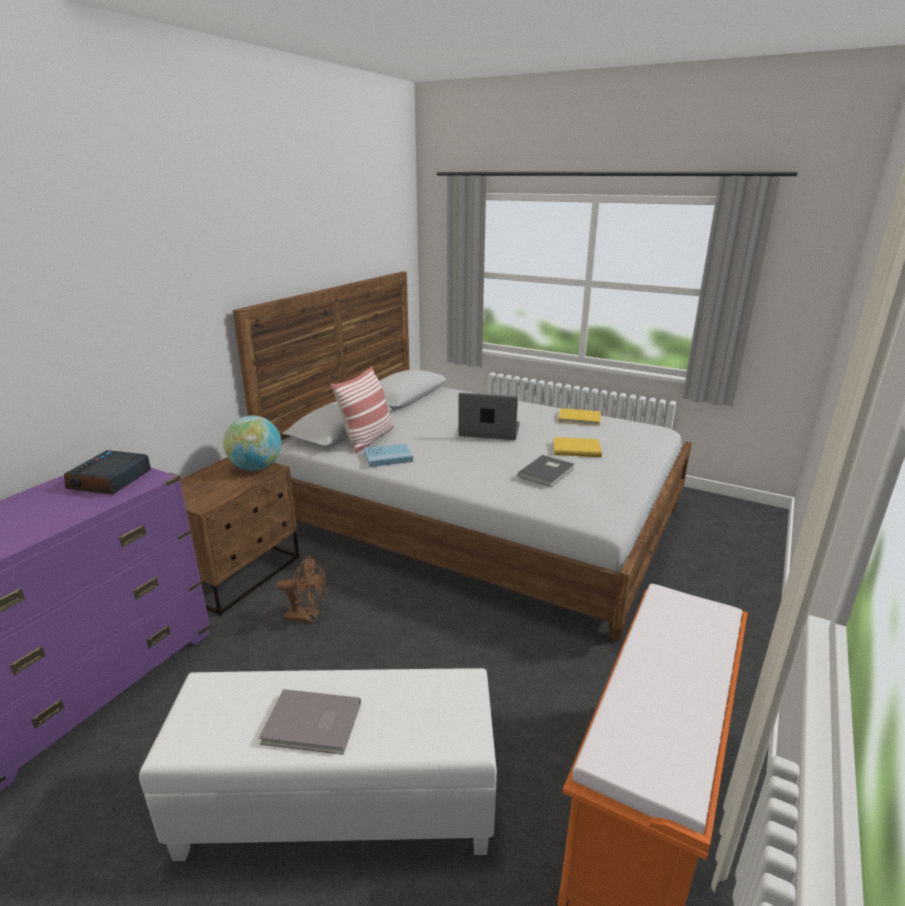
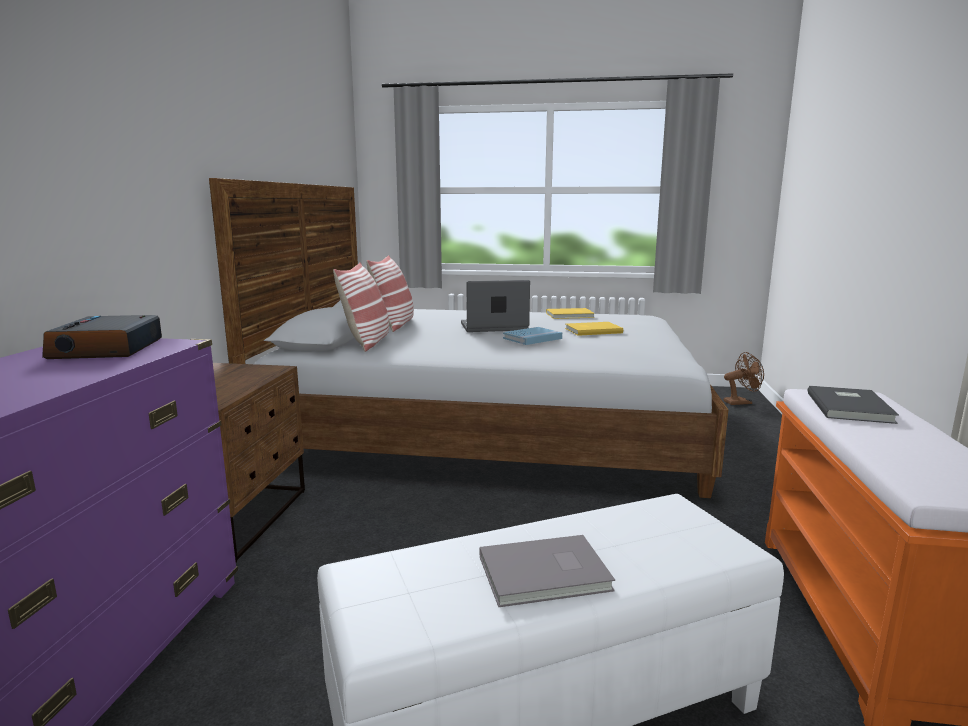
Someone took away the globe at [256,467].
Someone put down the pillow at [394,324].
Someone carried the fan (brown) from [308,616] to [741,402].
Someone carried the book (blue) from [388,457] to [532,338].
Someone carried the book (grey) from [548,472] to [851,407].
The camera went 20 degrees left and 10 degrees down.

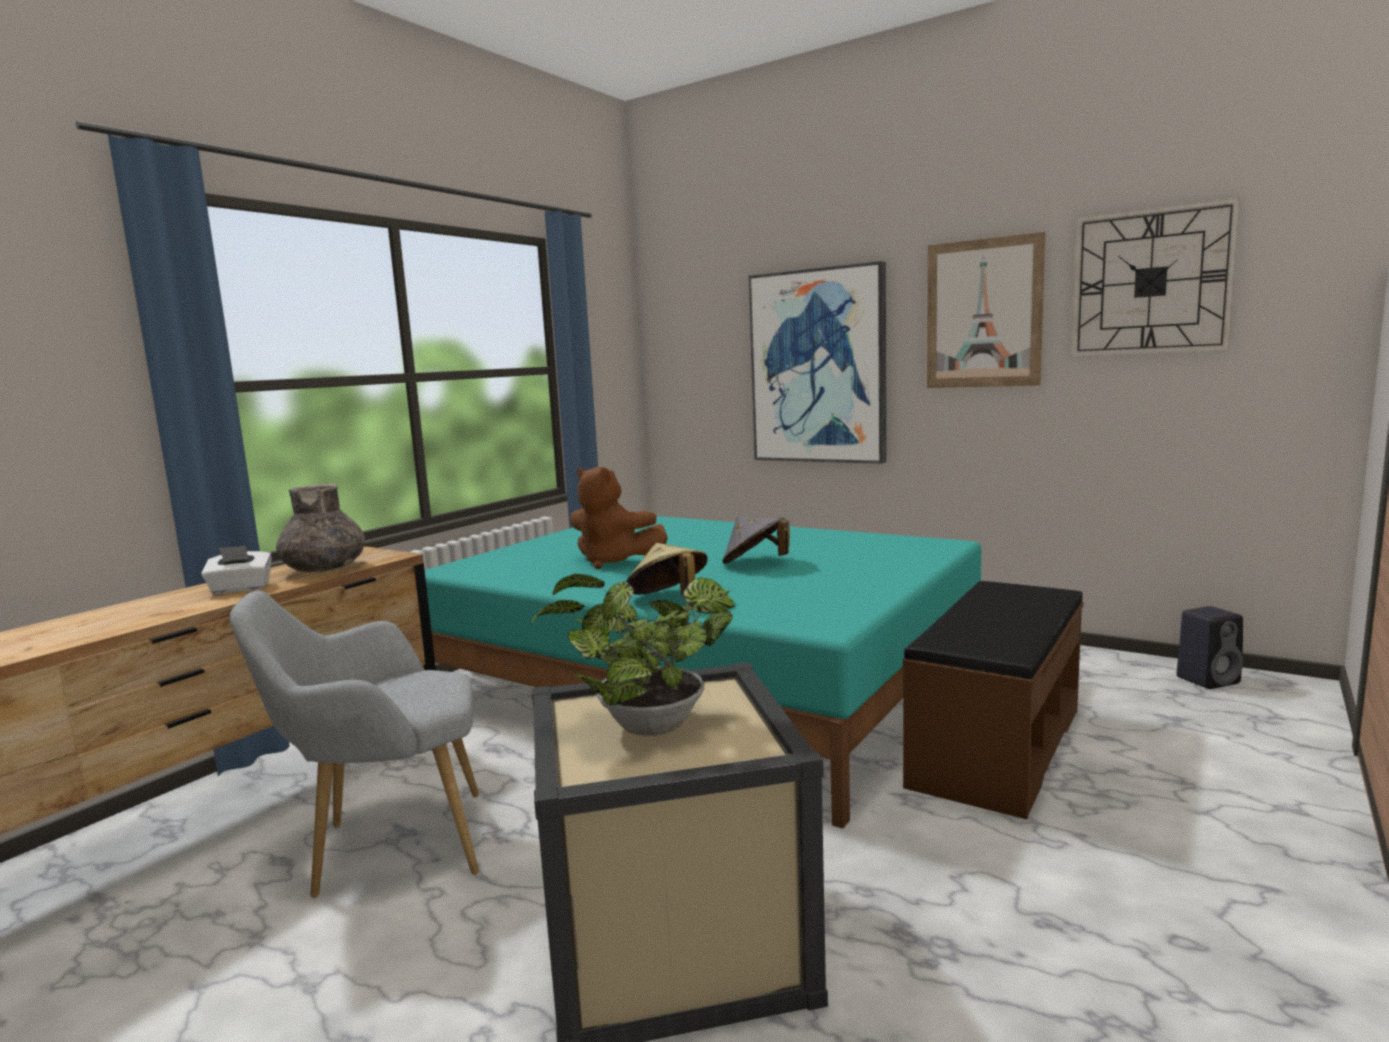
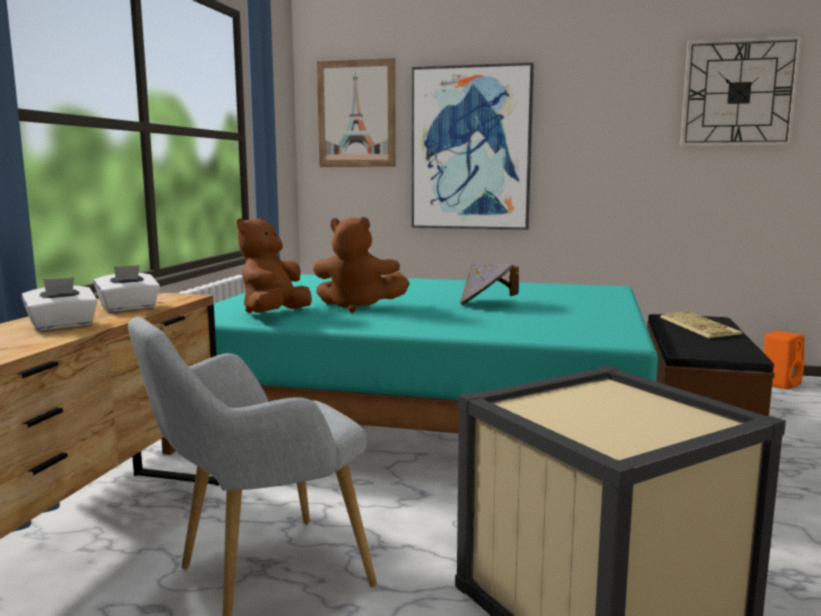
Someone took away the potted plant at [644,727].
Someone took away the hat (beige) at [668,599].
Someone put down the plush toy (brown) at [274,314].
Someone put down the keyboard at [700,326].
Someone carried the picture from [983,314] to [356,114].
Someone swapped the vase (grey) at [325,568] for the tissue box (white) at [129,308].
Someone repainted the speaker (black) at [1208,679], which became the speaker (orange) at [780,383].
The camera went 20 degrees left and 0 degrees up.

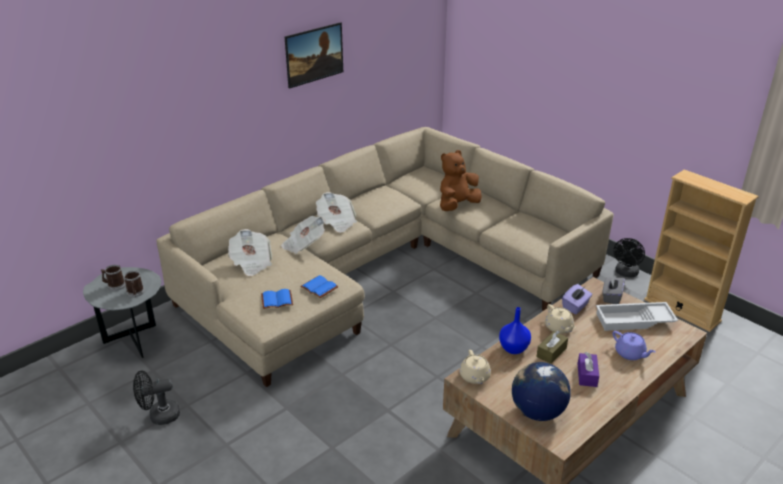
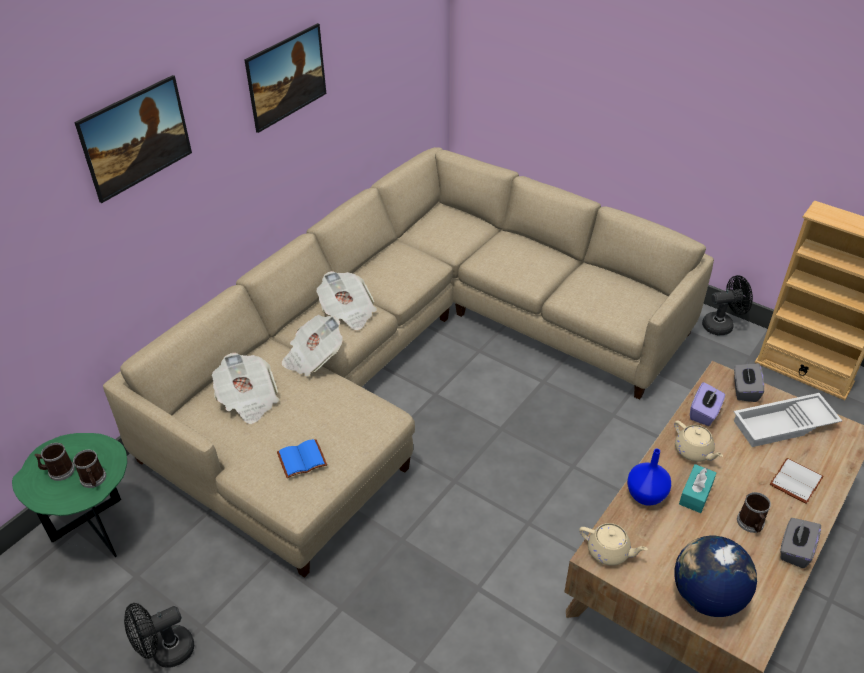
Someone took away the book (blue) at [318,288].
Someone took away the plush toy (brown) at [457,205].
Someone put up the picture at [141,157].
Someone put down the tissue box (grey) at [795,550].
Someone swapped the tissue box (purple) at [587,375] for the mug at [751,524].
Someone swapped the teapot (purple) at [630,354] for the book (white) at [795,480].
Someone repainted the side table (grey) at [135,343], which became the side table (green) at [99,533].
Someone repainted the tissue box (brown) at [551,352], which became the tissue box (turquoise) at [695,494].
Someone rotated the teapot (beige) at [475,377] by 45 degrees counterclockwise.
Someone rotated the fan (black) at [626,273] by 120 degrees counterclockwise.
The camera went 10 degrees left and 10 degrees up.

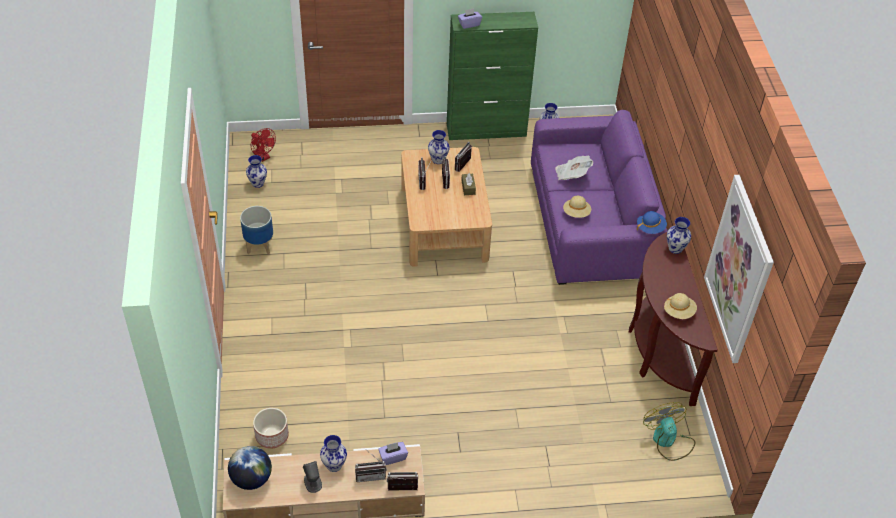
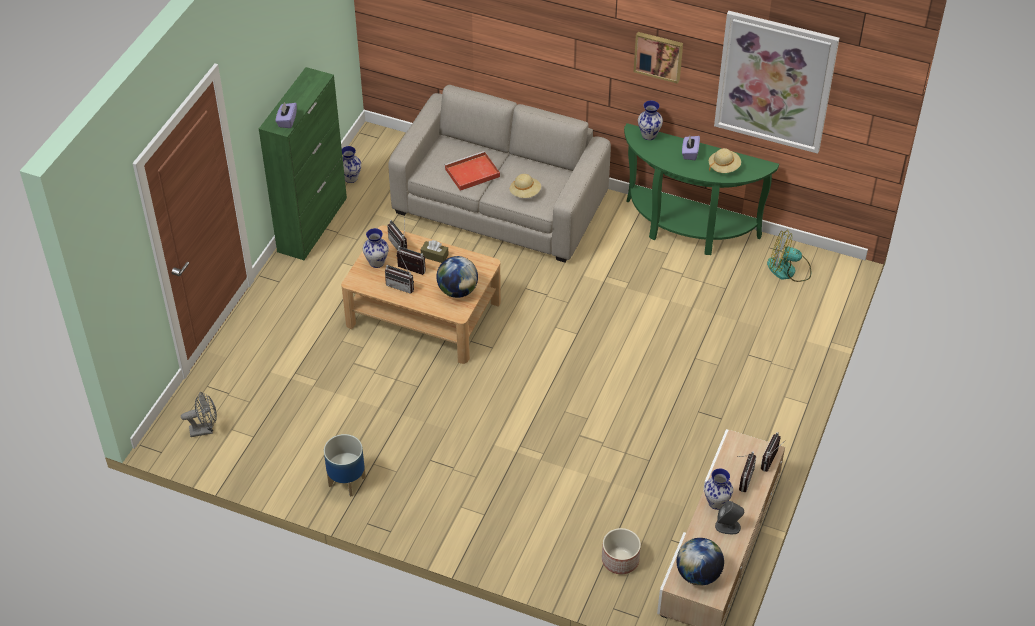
Someone took away the vase at [258,183].
Someone took away the hat (blue) at [650,228].
Someone put down the globe at [457,291].
Someone put up the picture at [658,56].
Someone carried the tissue box (purple) from [393,457] to [690,153].
Someone swapped the newspaper at [572,174] for the tray (red) at [471,173].
Someone repainted the fan (red) at [263,157], which became the fan (grey) at [205,429].
Someone repainted the sofa (purple) at [591,221], which became the sofa (beige) at [500,203].
Someone repainted the console table (brown) at [658,350], which became the console table (green) at [687,230].
The camera went 60 degrees left and 0 degrees up.

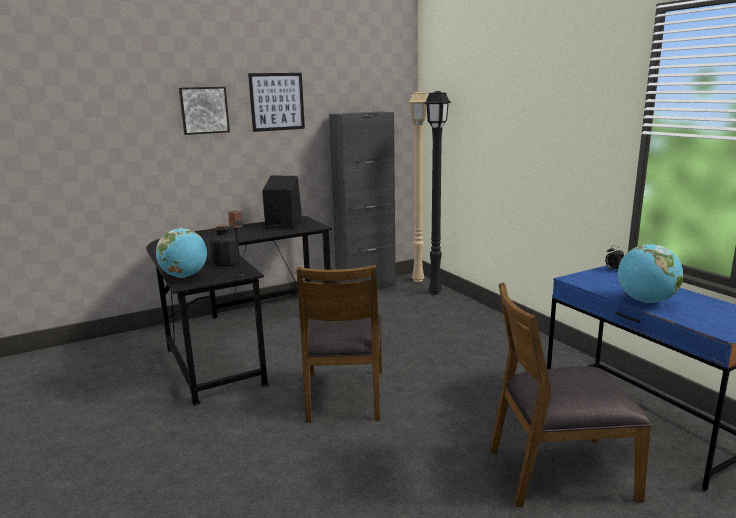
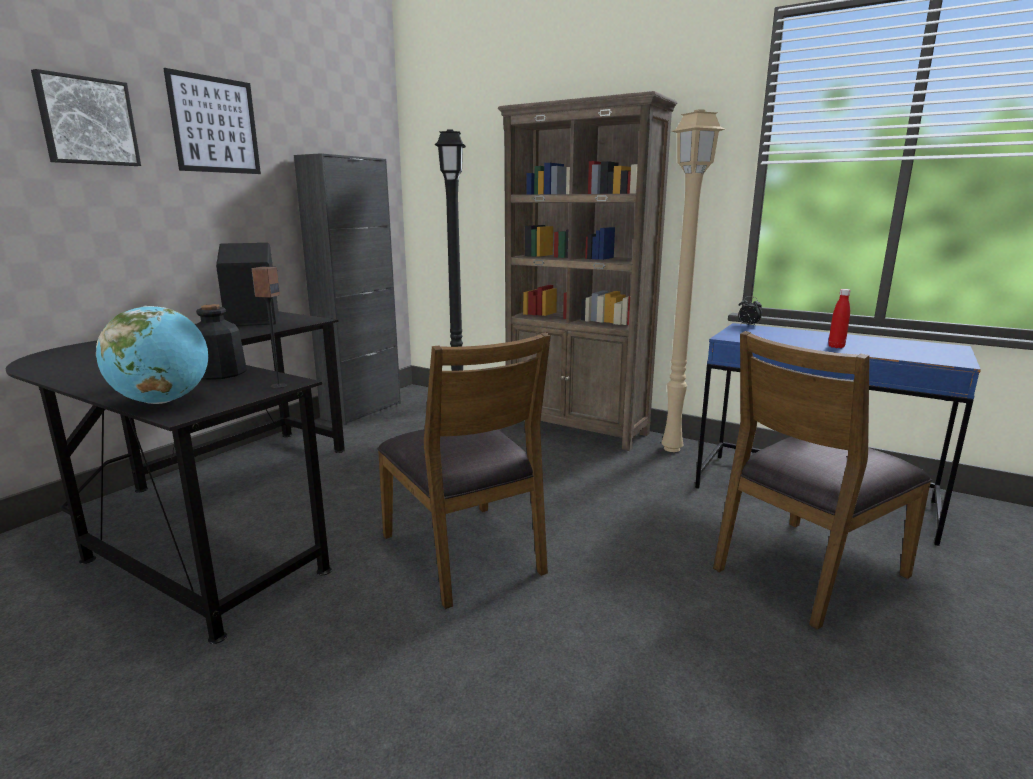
Someone put down the bookcase (brown) at [576,428].
Someone carried the floor lamp (beige) from [418,280] to [673,449].
Someone swapped the globe at [646,301] for the bottle (red) at [836,347].
The camera went 30 degrees left and 0 degrees up.

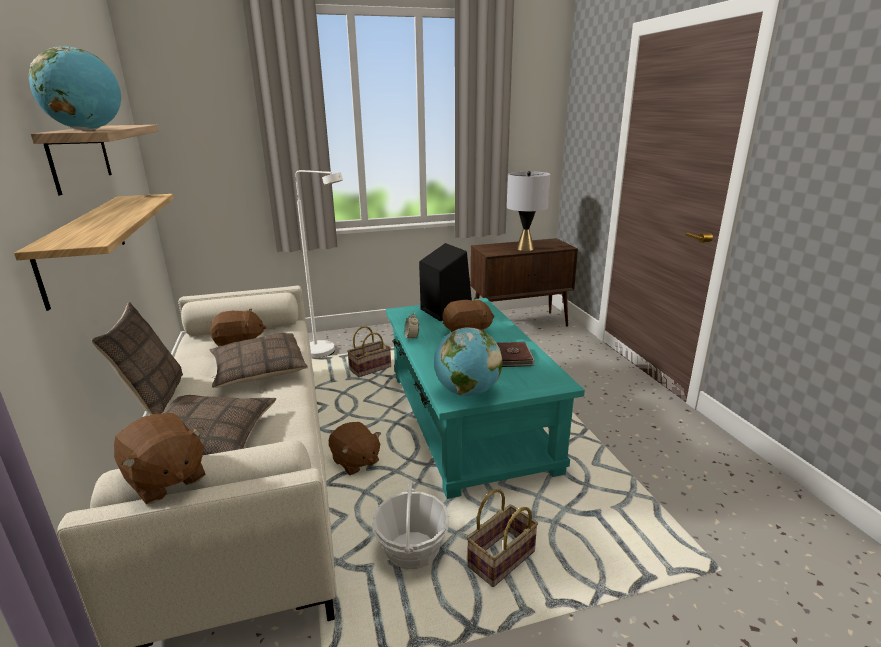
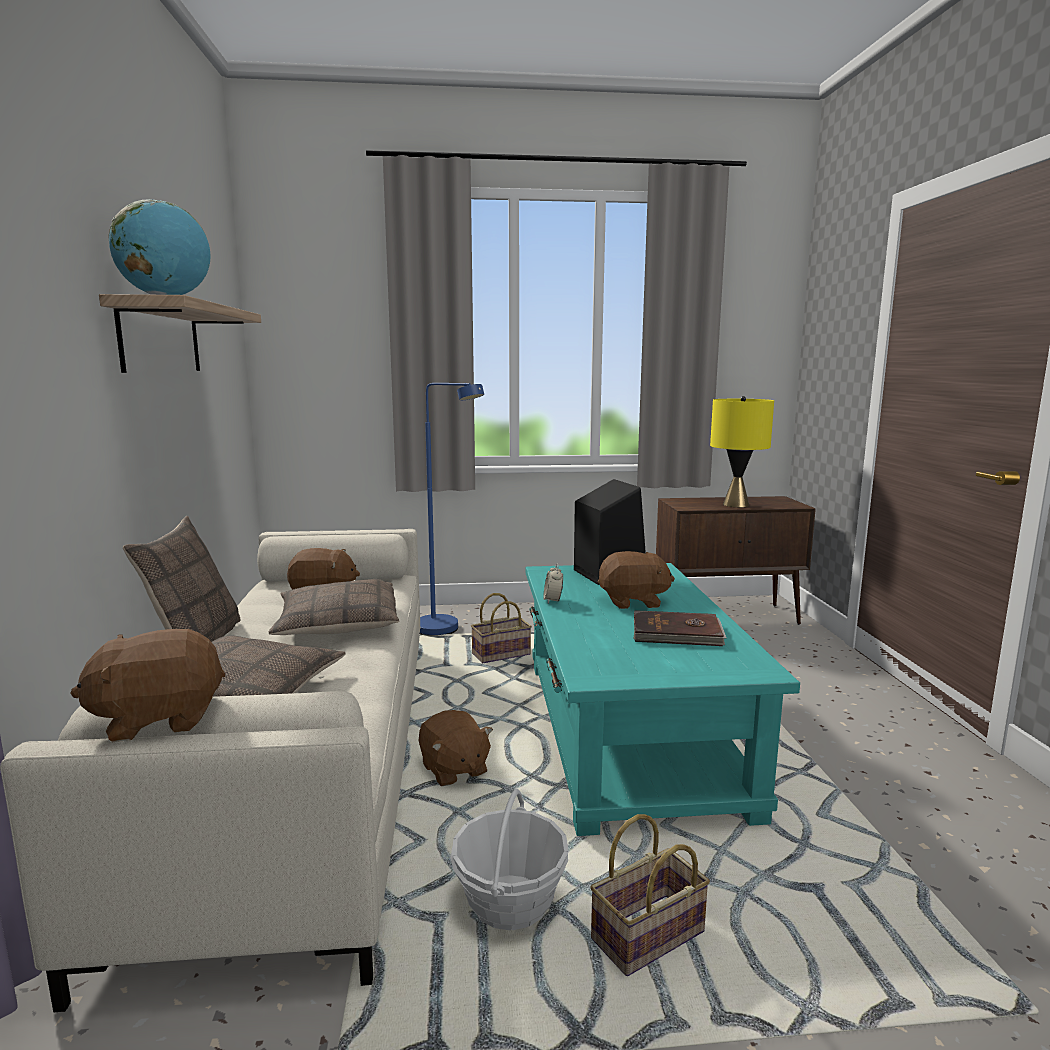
Someone took away the shelf at [85,244].
Someone took away the globe at [467,392].
Someone repainted the floor lamp (white) at [326,353], which became the floor lamp (blue) at [446,631].
Someone repainted the table lamp (grey) at [524,248], which became the table lamp (yellow) at [735,504].
Someone rotated the plush toy (brown) at [165,479] by 105 degrees clockwise.
The camera went 10 degrees right and 10 degrees down.

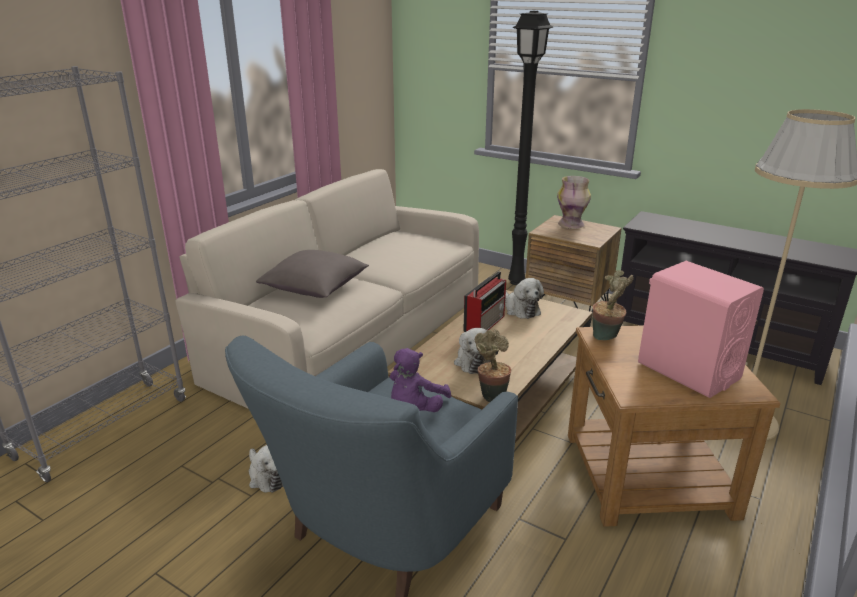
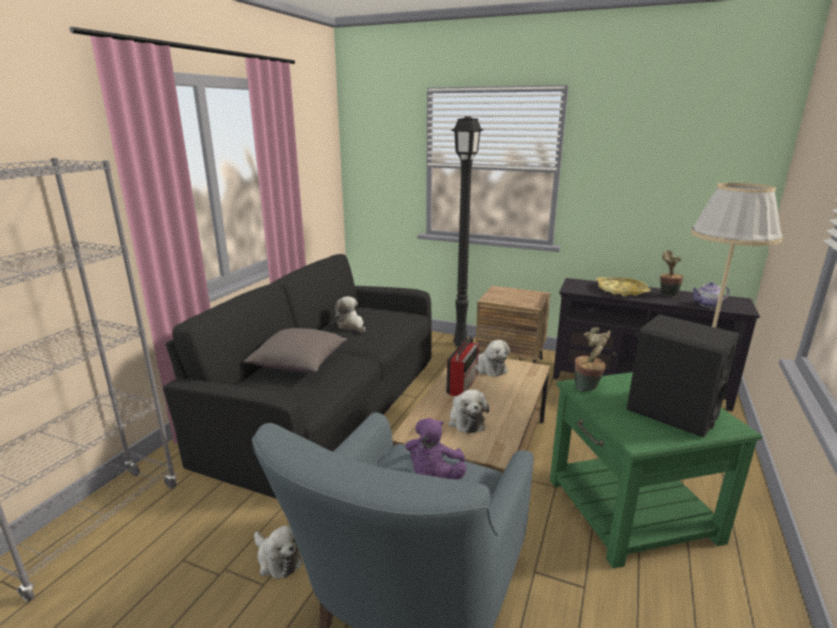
Someone took away the vase at [571,225].
Someone put down the plush toy at [351,326].
Someone put down the tray (yellow) at [621,290].
Someone put down the teapot at [707,304].
Someone carried the potted plant from [491,395] to [667,295].
Someone repainted the sofa (beige) at [350,333], which became the sofa (black) at [327,402].
Someone repainted the side table (brown) at [647,474], which became the side table (green) at [630,509].
Someone repainted the speaker (pink) at [687,370], which became the speaker (black) at [671,413].
The camera went 10 degrees left and 5 degrees down.

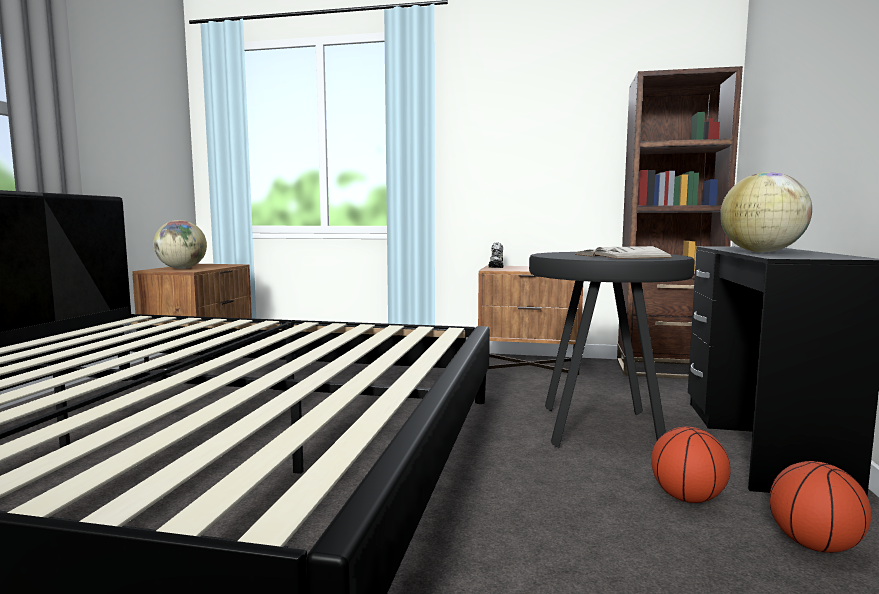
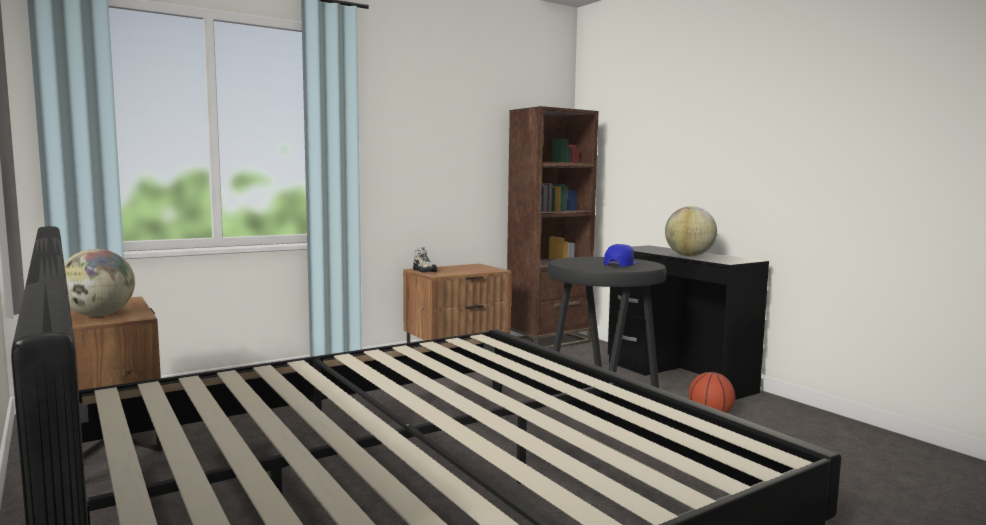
Someone took away the basketball at [815,545].
Someone swapped the book (white) at [621,256] for the cap (blue) at [620,264].
The camera went 45 degrees left and 0 degrees up.

